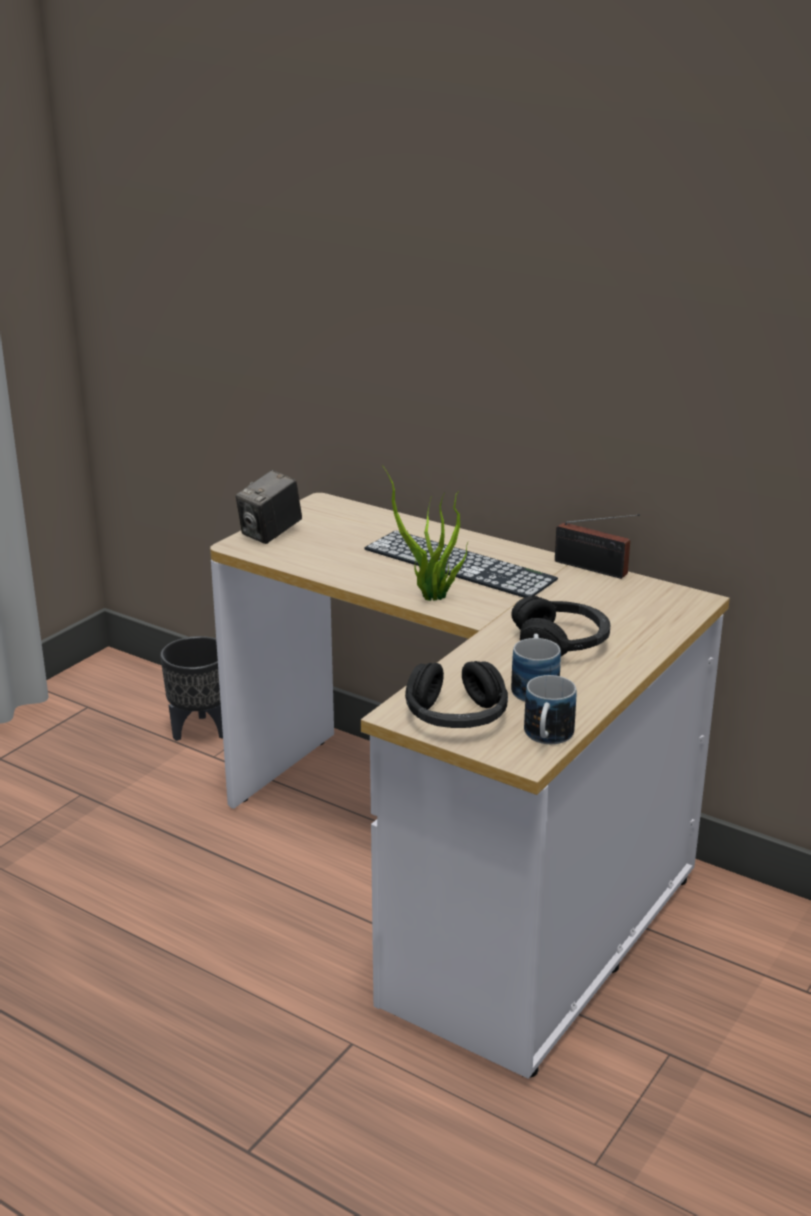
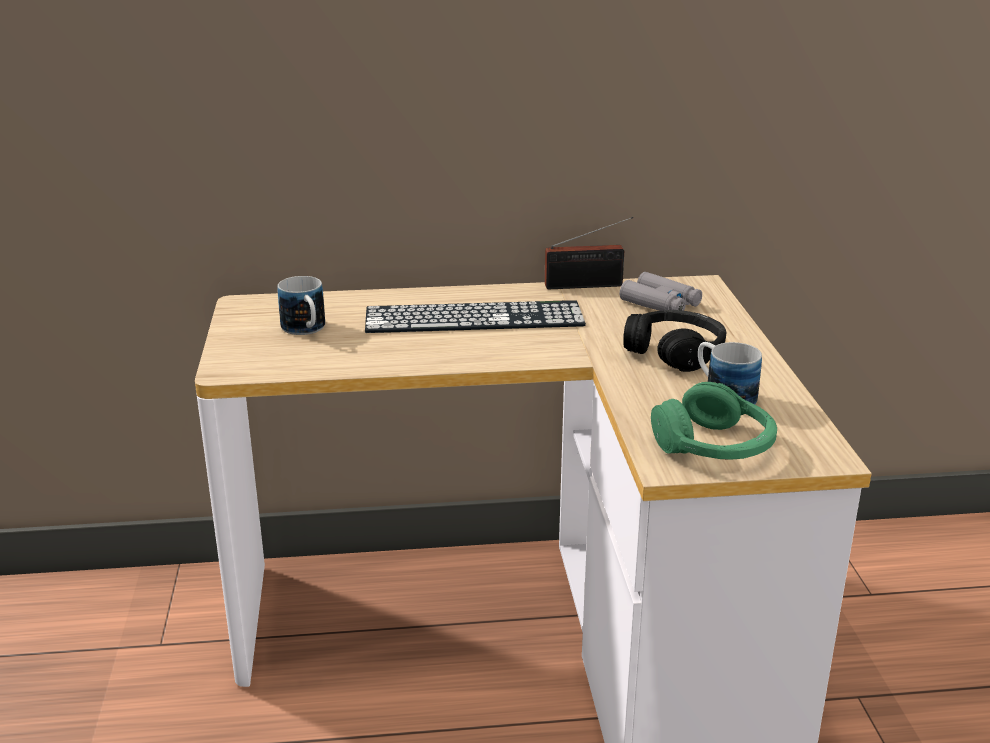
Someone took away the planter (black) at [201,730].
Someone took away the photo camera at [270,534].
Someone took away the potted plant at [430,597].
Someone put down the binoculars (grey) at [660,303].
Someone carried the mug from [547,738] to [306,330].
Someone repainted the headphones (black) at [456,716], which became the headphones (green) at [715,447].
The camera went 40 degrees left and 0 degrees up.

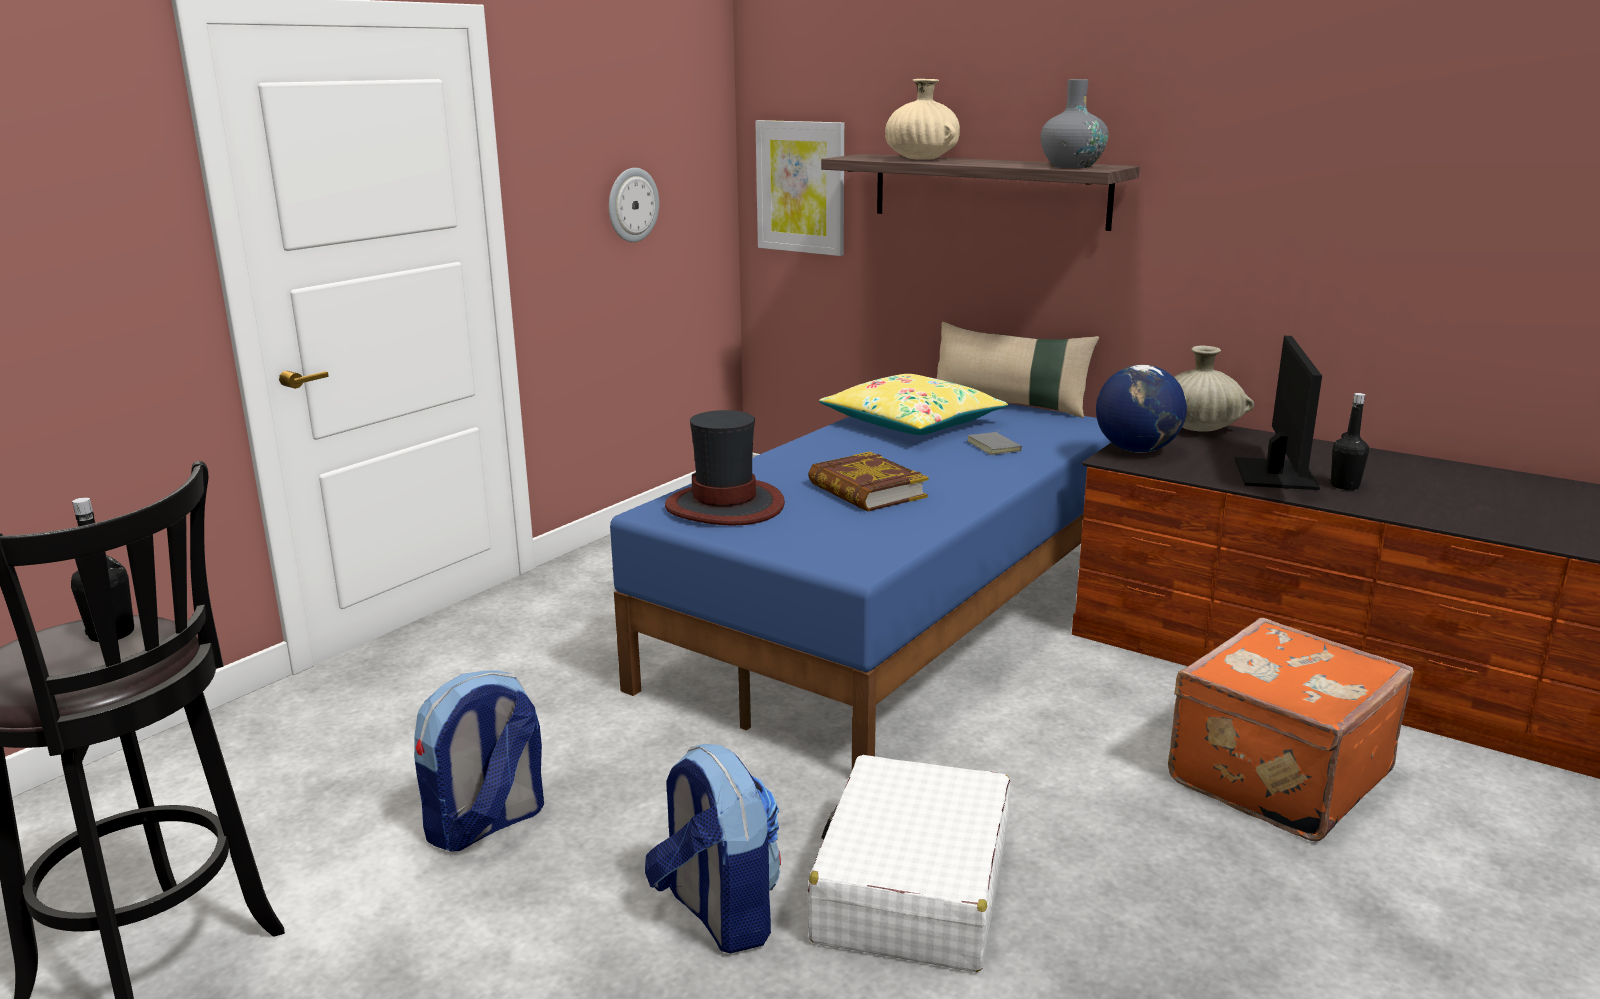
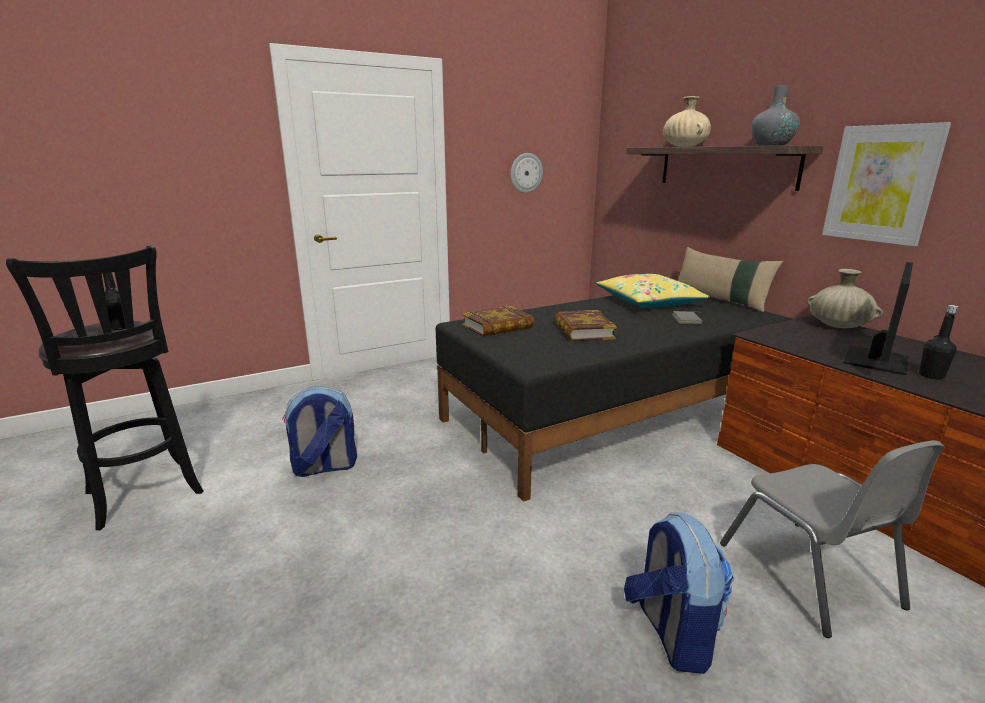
Someone took away the suitcase (white) at [912,888].
Someone took away the globe at [1137,450].
Someone carried the backpack from [717,913] to [671,633].
Someone carried the picture from [801,187] to [881,184].
Someone swapped the hat at [725,506] for the book at [497,326].
Someone swapped the suitcase (orange) at [1274,776] for the chair (grey) at [808,575].
Someone repainted the bed (blue) at [897,622], which became the bed (black) at [612,415].
The camera went 25 degrees right and 0 degrees up.

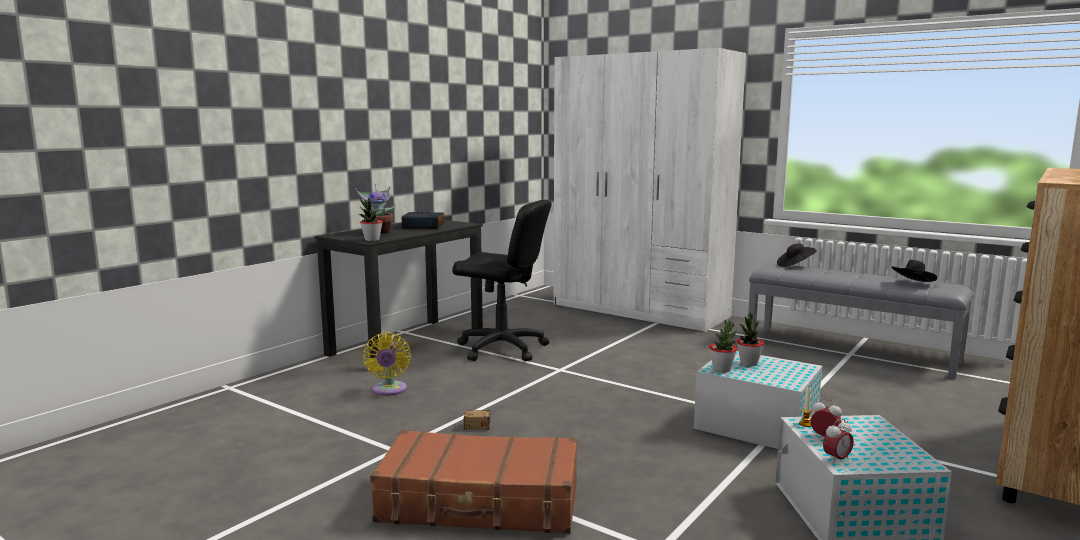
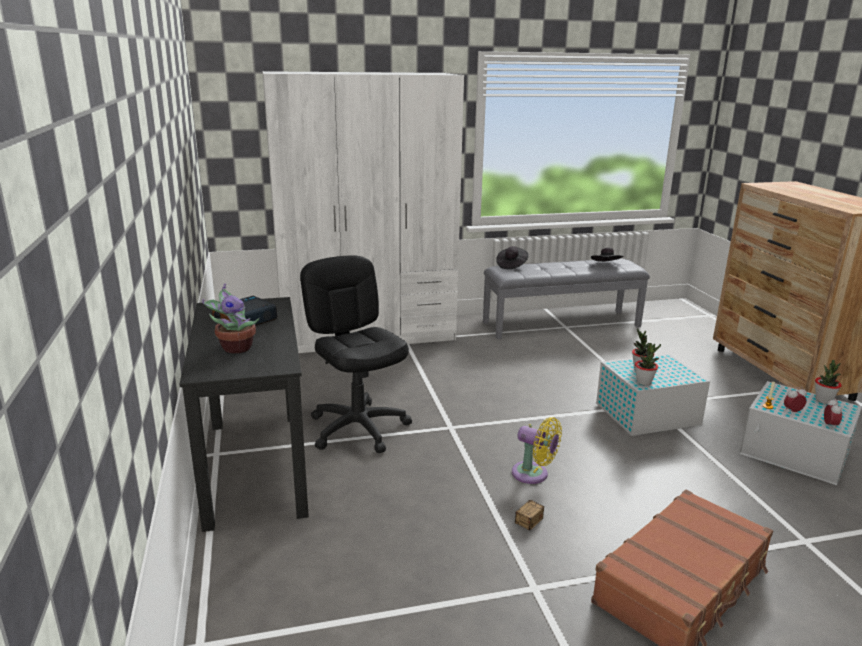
Someone carried the potted plant from [372,240] to [823,400].
Someone carried the fan (yellow) from [389,390] to [533,474].
Someone rotated the office chair (black) at [502,349] by 90 degrees counterclockwise.
The camera went 50 degrees left and 10 degrees up.

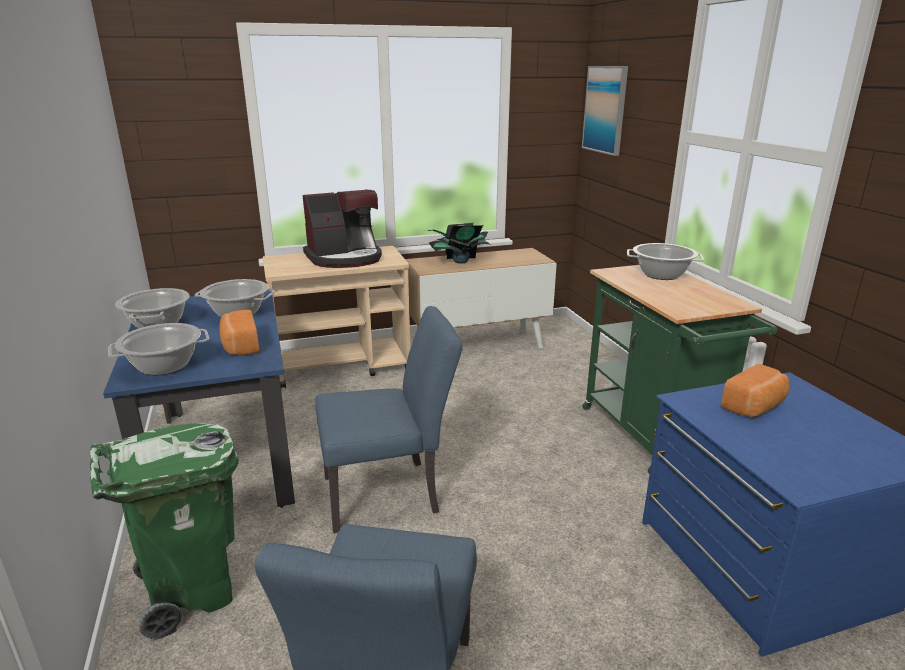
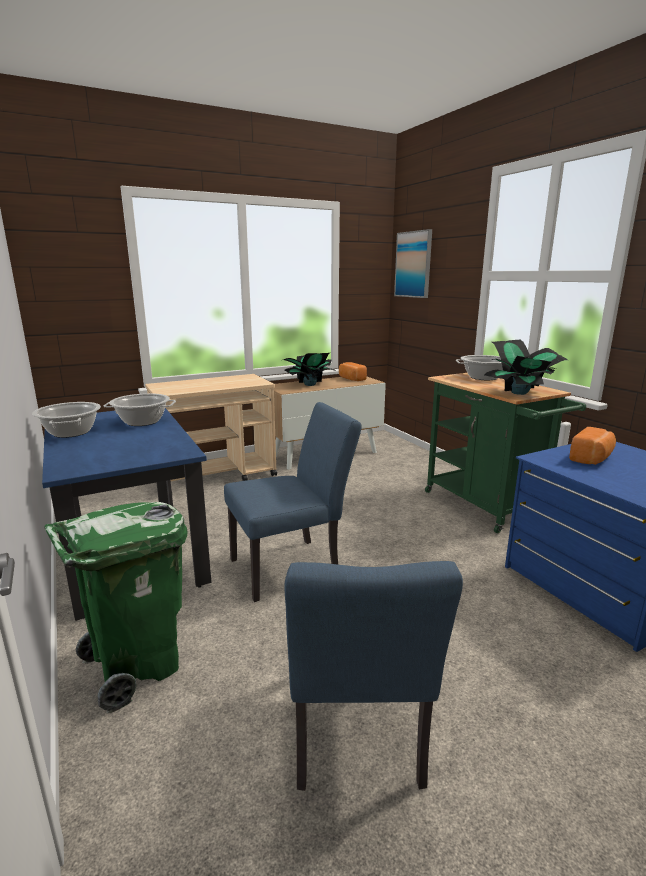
Someone took away the cooking pot at [164,366].
Someone took away the coffee machine at [345,258].
Someone put down the potted plant at [520,393].
Someone carried the bread from [240,346] to [351,379].
The camera went 10 degrees left and 5 degrees down.

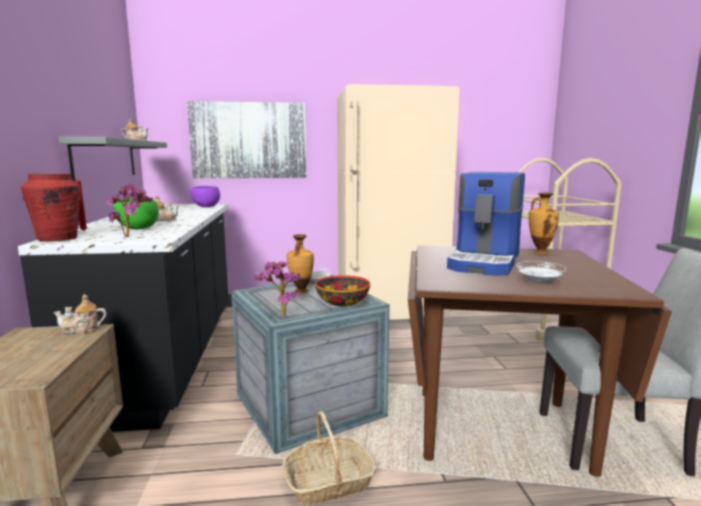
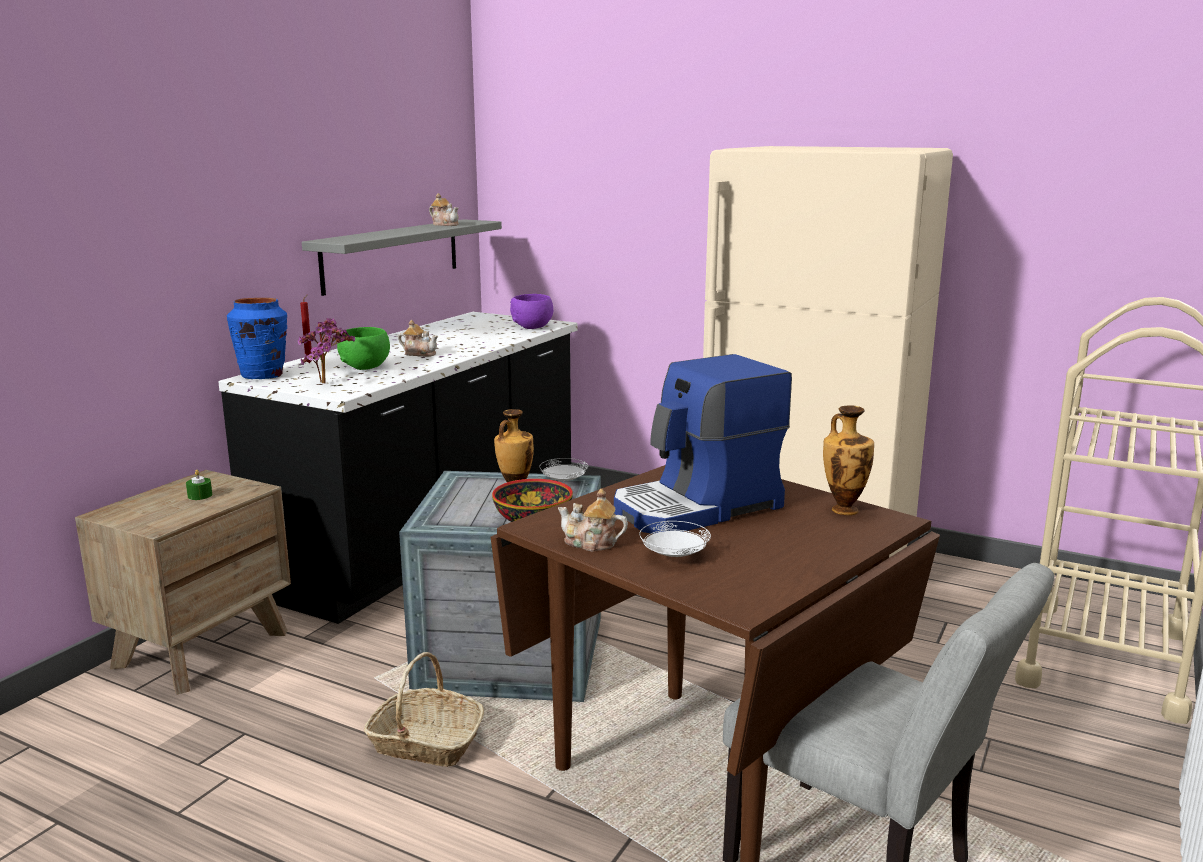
Someone took away the picture at [249,140].
Someone took away the potted plant at [280,314].
Someone put down the candle (green) at [200,495].
Someone carried the teapot from [81,330] to [591,543].
Someone repainted the vase (red) at [58,239], which became the vase (blue) at [263,375].
The camera went 35 degrees right and 5 degrees up.

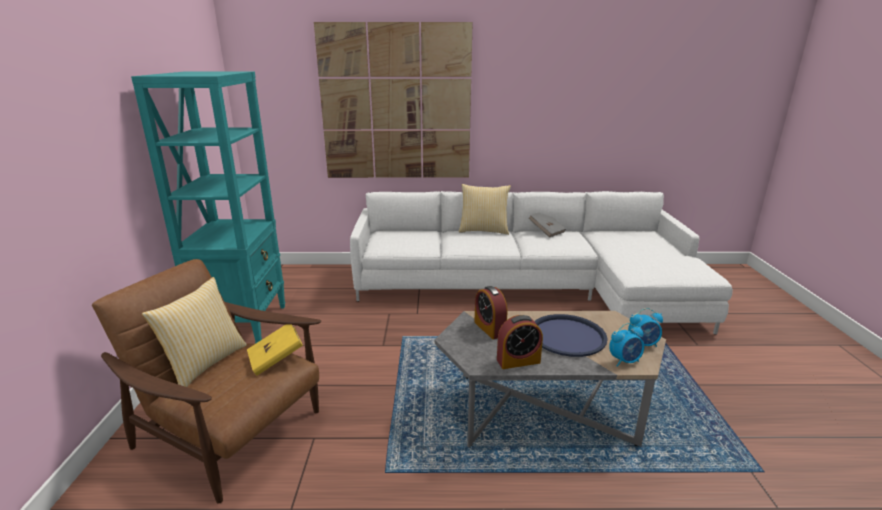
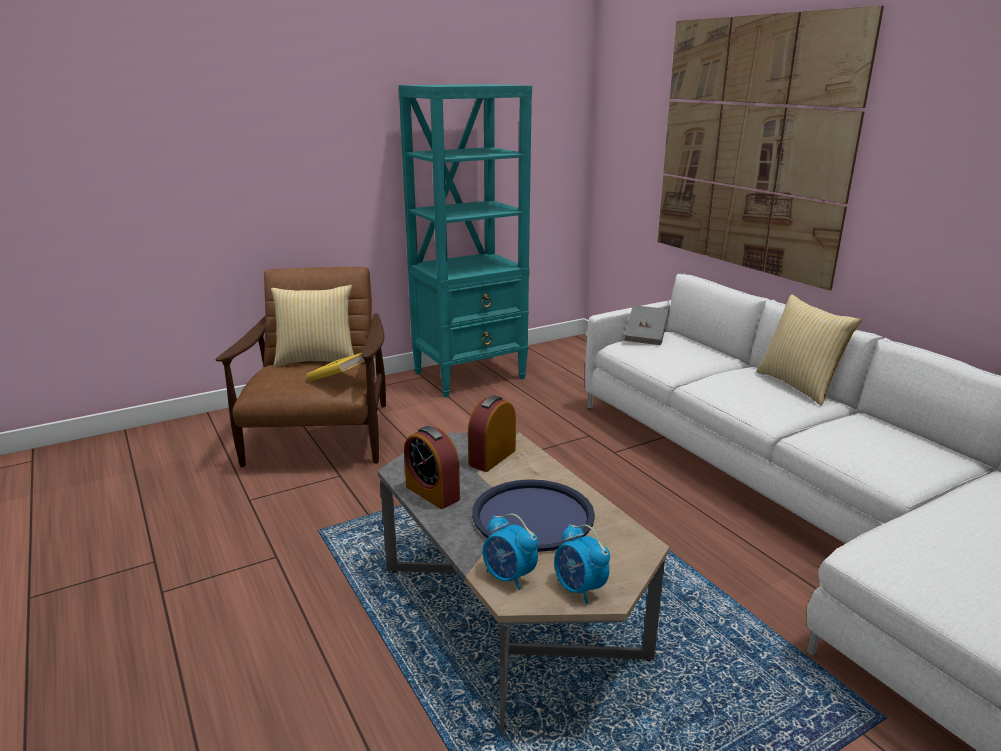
Someone carried the book (grey) from [546,231] to [645,336].
The camera went 60 degrees right and 0 degrees up.

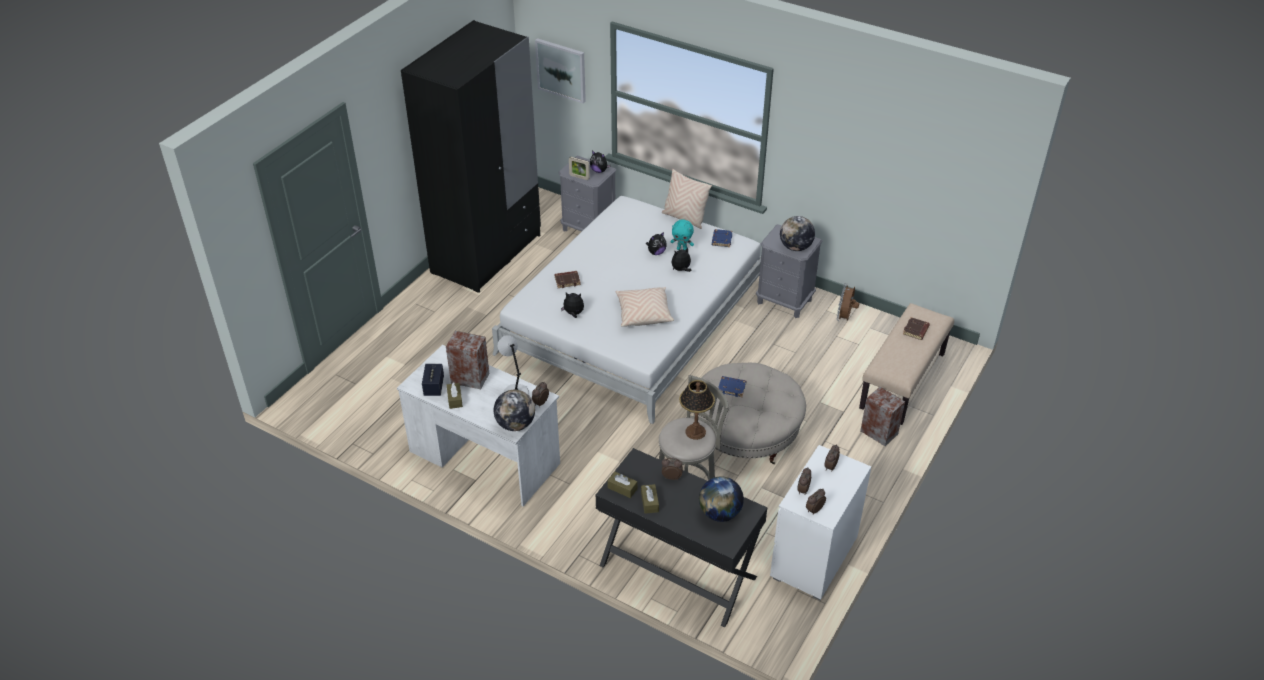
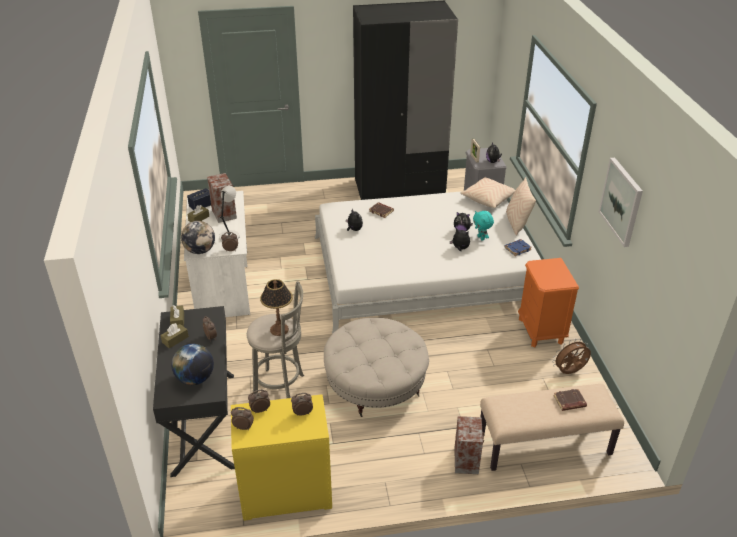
Someone took away the book (blue) at [732,388].
Someone took away the globe at [795,247].
Someone carried the picture from [561,70] to [621,201].
Someone carried the pillow (beige) from [643,313] to [488,198].
Someone repainted the nightstand (grey) at [784,301], which became the nightstand (orange) at [541,331].
Someone repainted the dresser (white) at [813,558], which became the dresser (yellow) at [285,492].
The camera went 50 degrees right and 5 degrees down.

